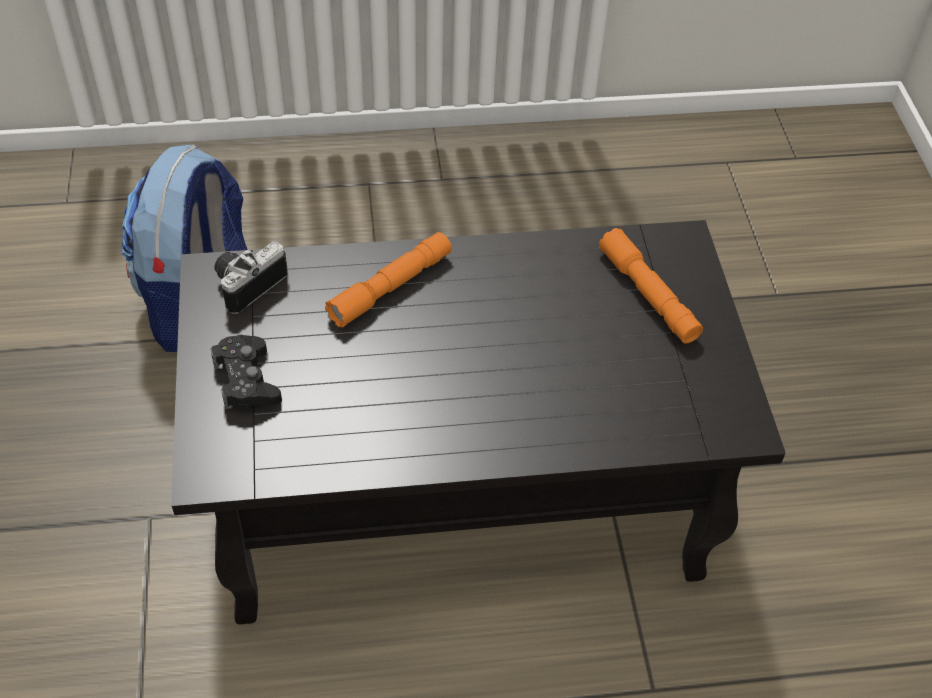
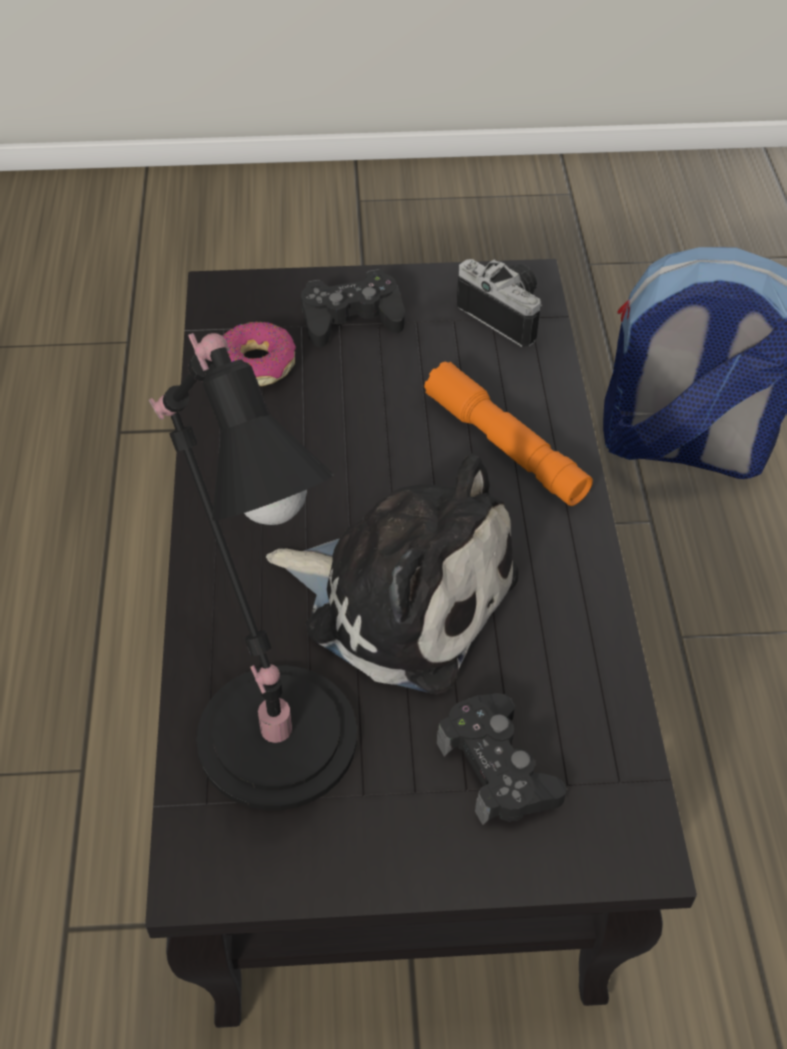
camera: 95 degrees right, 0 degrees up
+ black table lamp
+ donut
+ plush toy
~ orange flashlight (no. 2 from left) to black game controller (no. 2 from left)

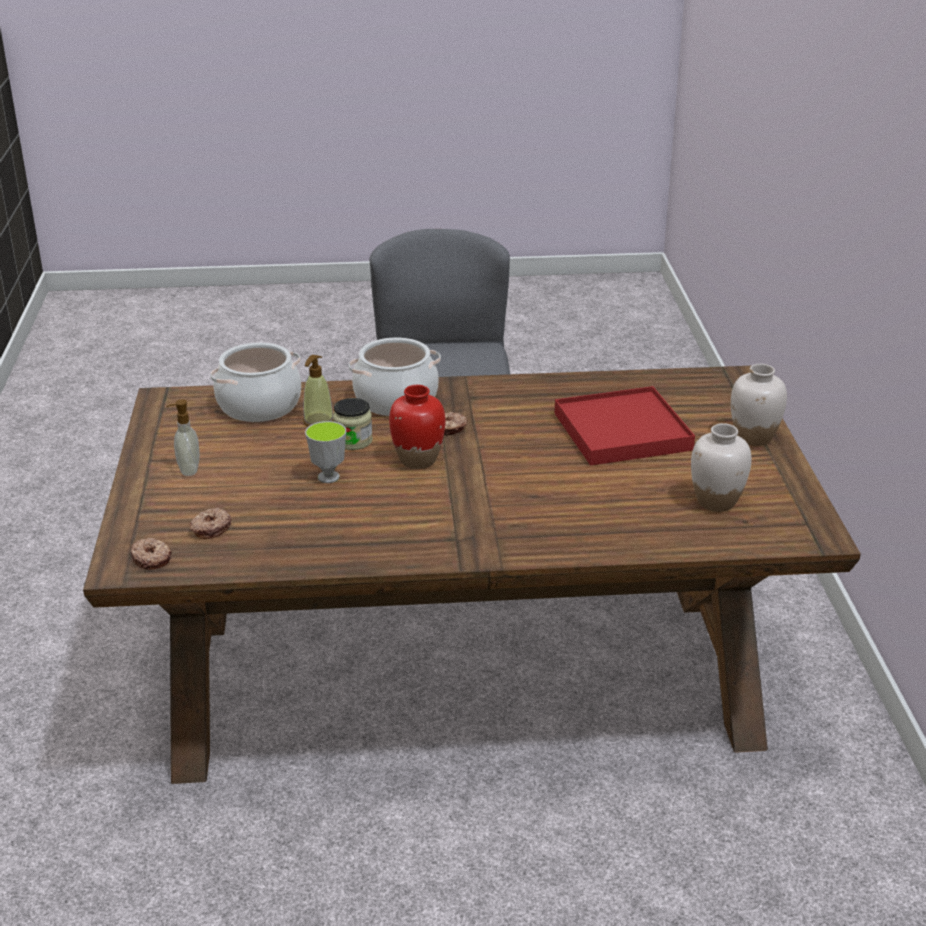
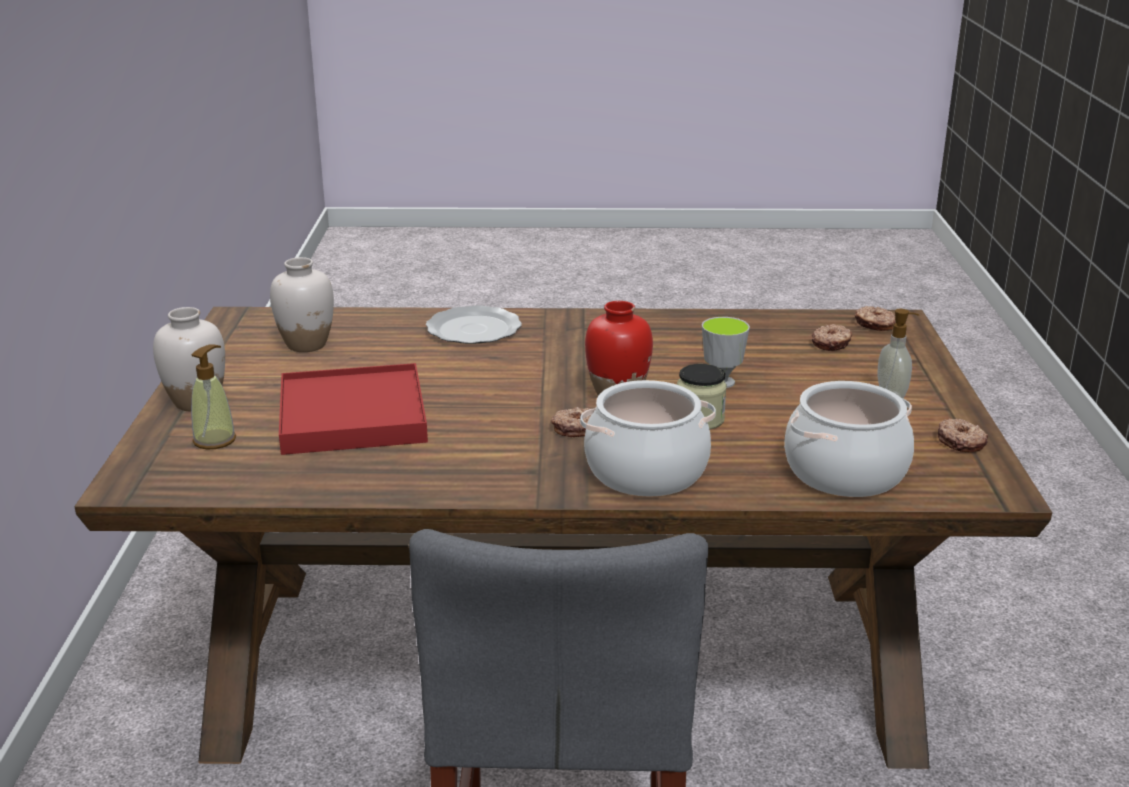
camera: 175 degrees left, 5 degrees down
~ soap dispenser (no. 2 from left in the first image) to soap dispenser (no. 1 from left)
+ plate
+ donut (no. 4 from left)

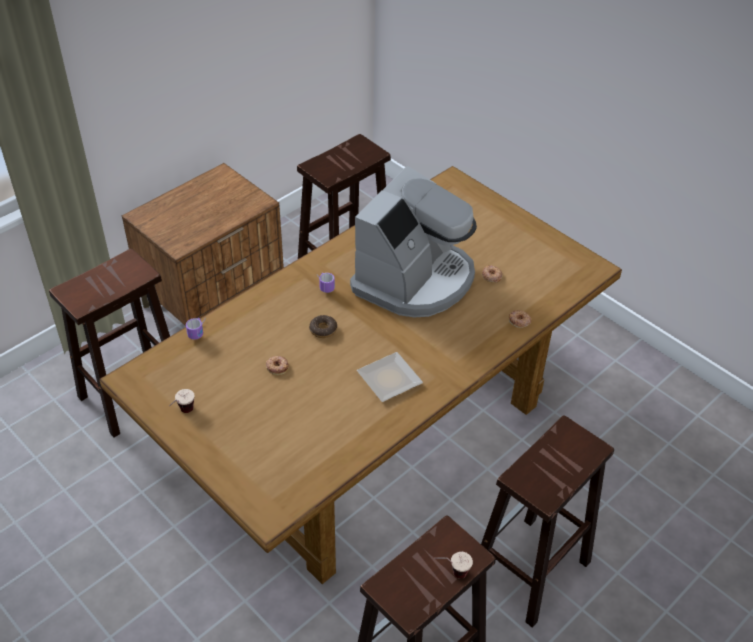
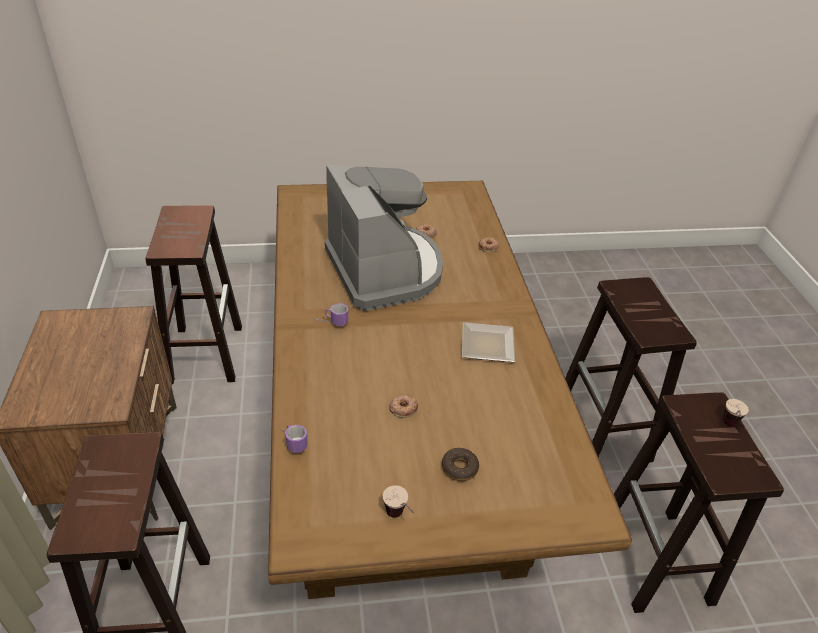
camera: 55 degrees left, 5 degrees down
~ donut (no. 2 from left in the first image) to donut (no. 3 from left)

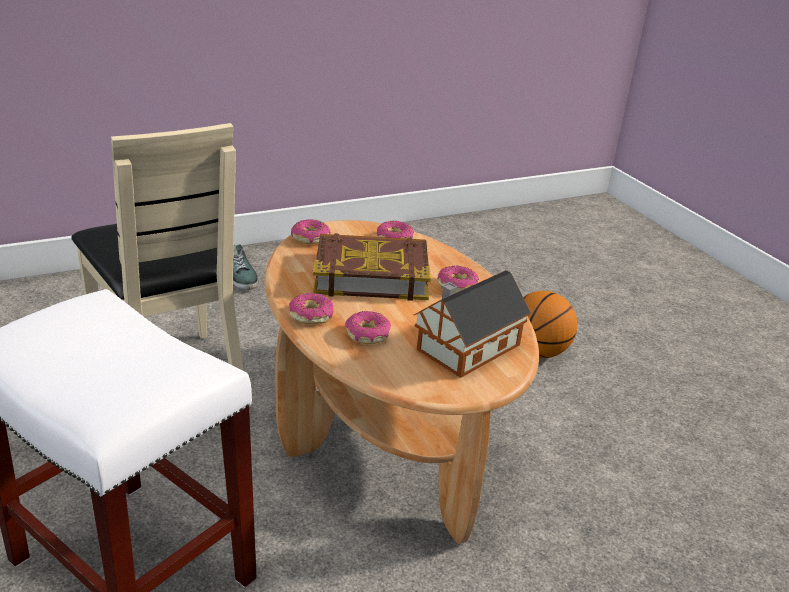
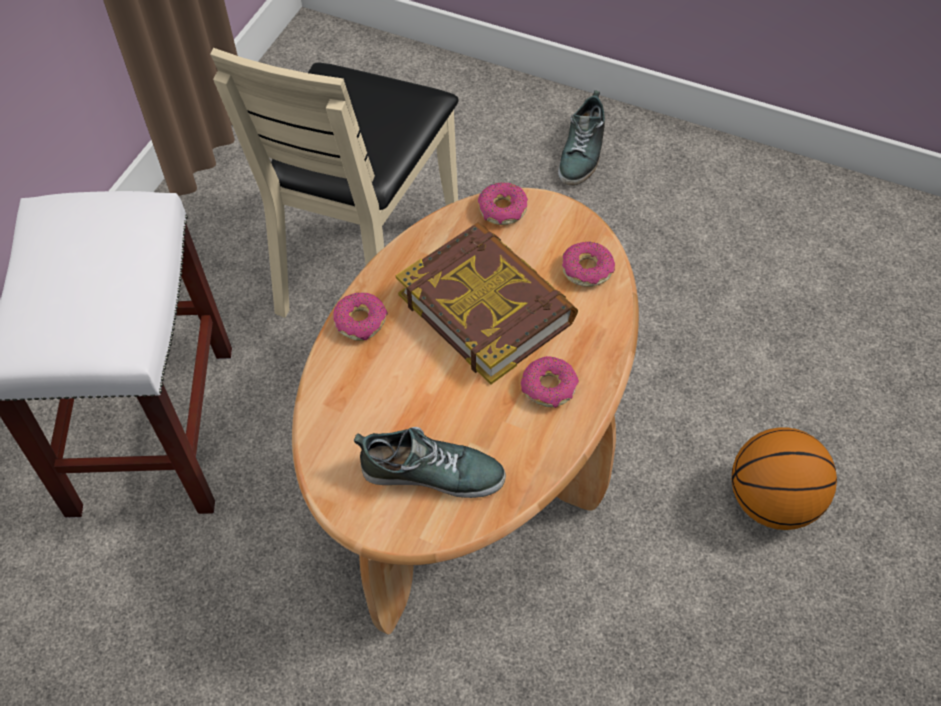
camera: 55 degrees right, 25 degrees up
~ toy house to shoe (no. 1 from left)
- donut (no. 3 from left)

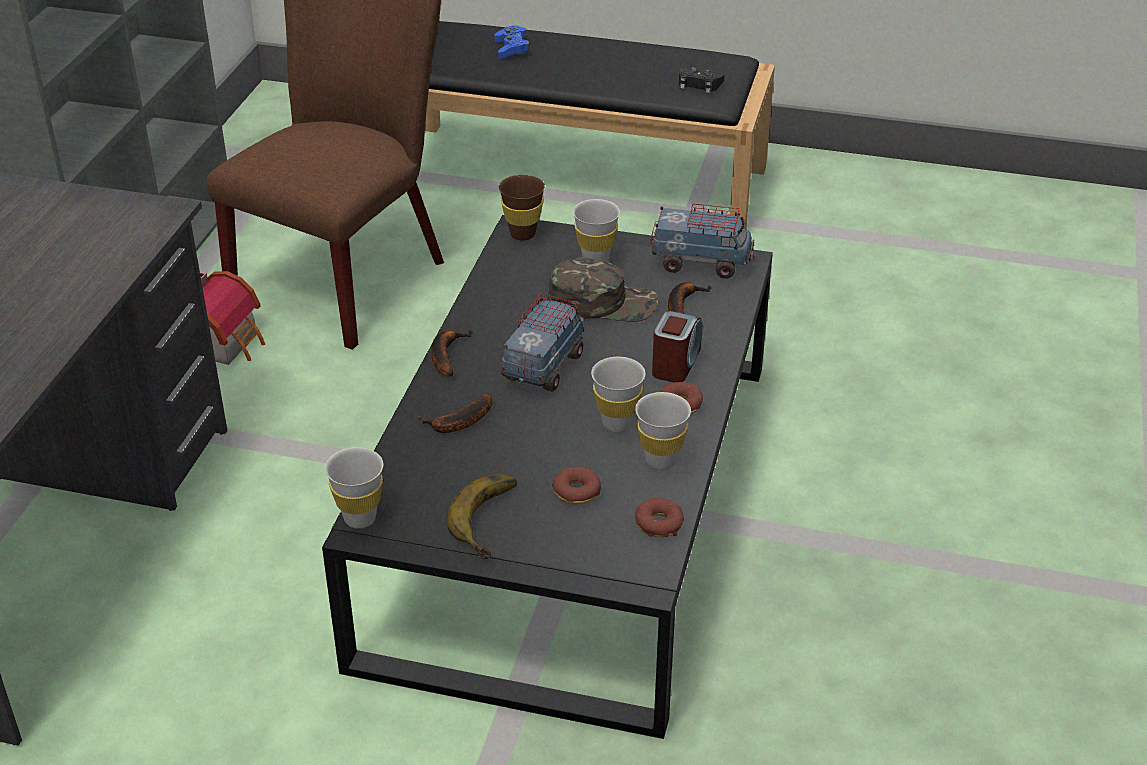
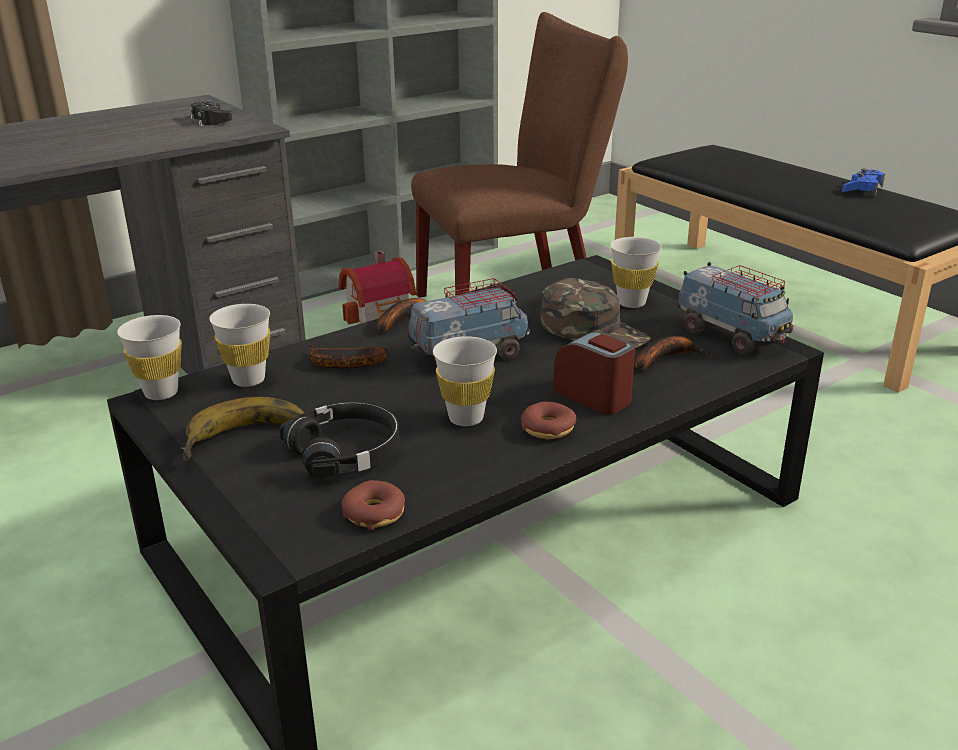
camera: 40 degrees right, 10 degrees down
~ black game controller
~ white cup (no. 4 from left in the first image) to white cup (no. 2 from left)
~ donut (no. 1 from left) to black headphones
~ alarm clock 105 degrees counterclockwise
~ blue game controller
- brown cup

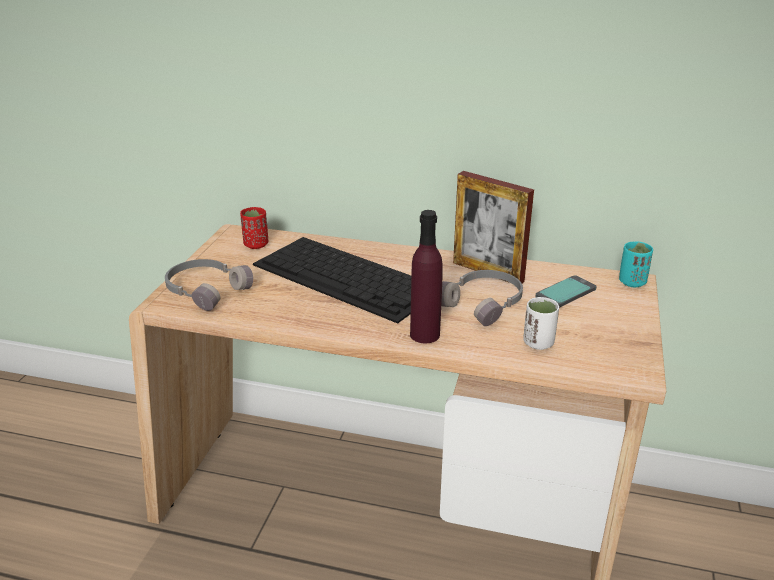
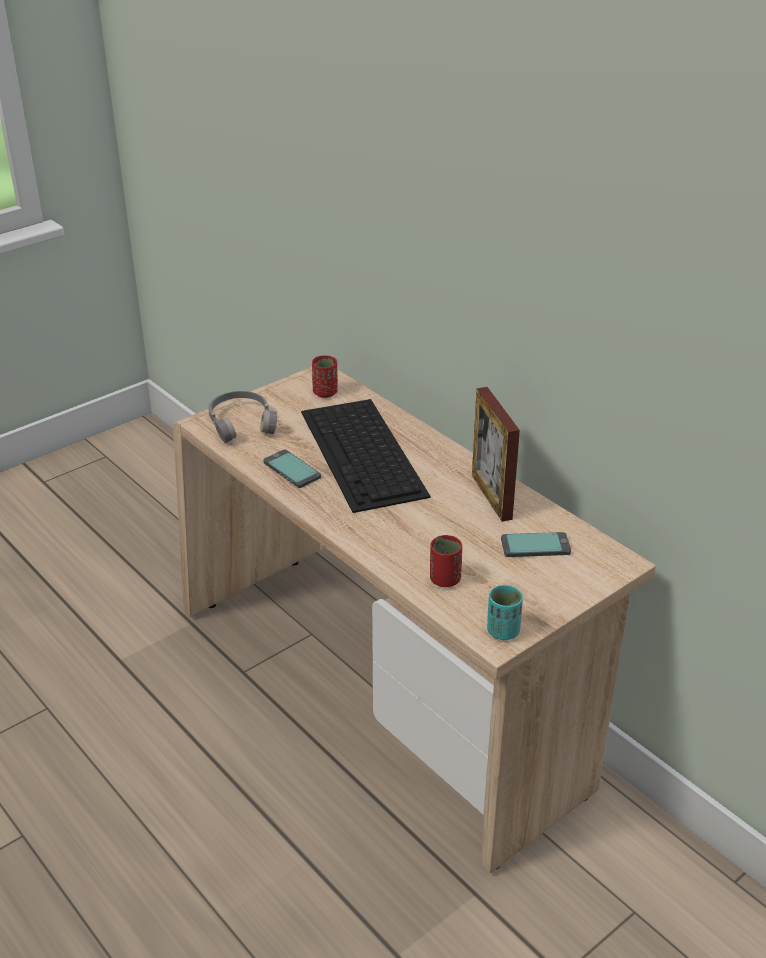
camera: 35 degrees right, 5 degrees up
+ phone (no. 1 from left)
~ white cup to red cup (no. 2 from left)
~ turquoise cup
- purple bottle
- grey headphones (no. 2 from left)

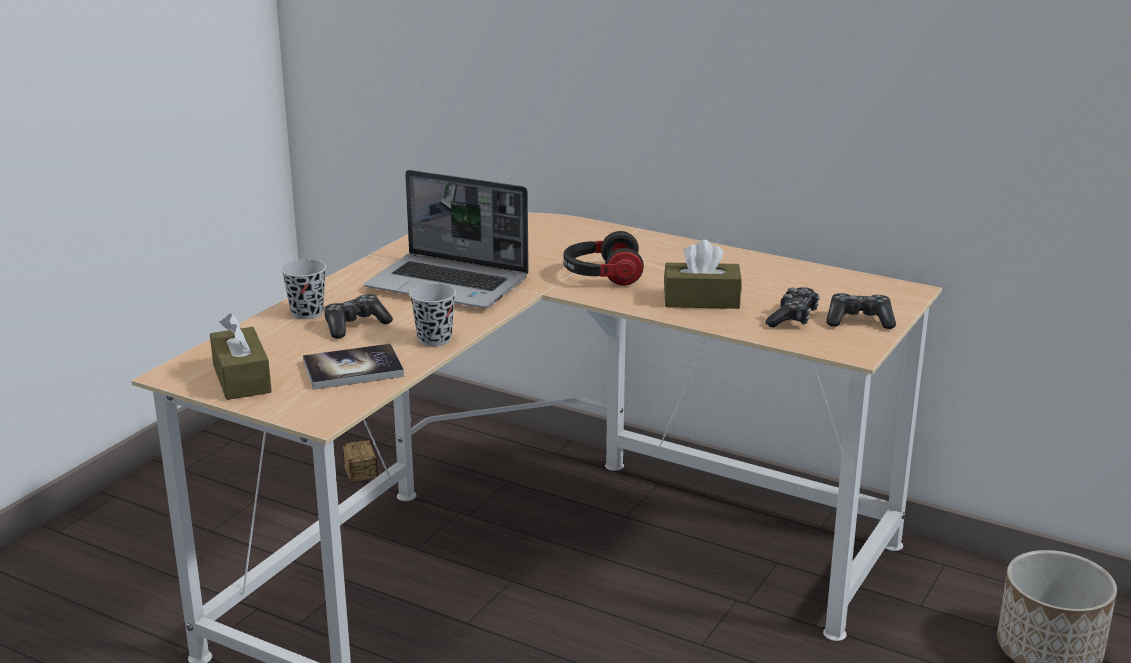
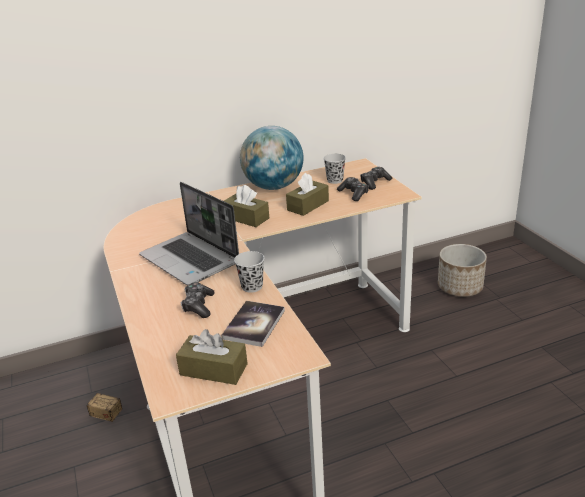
camera: 50 degrees left, 5 degrees up
~ laptop 75 degrees clockwise
~ headphones to brown tissue box (no. 2 from left)
+ globe
~ black cup (no. 1 from left in the first image) to black cup (no. 2 from left)

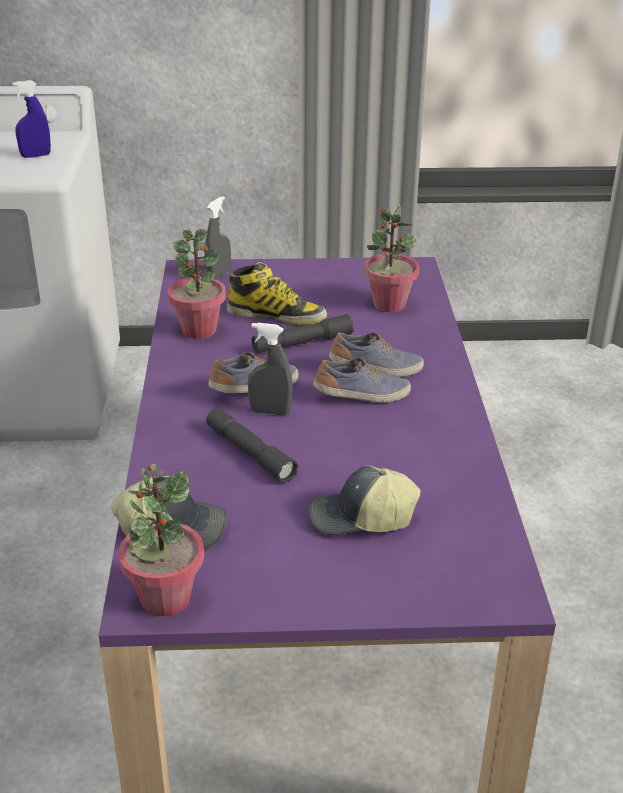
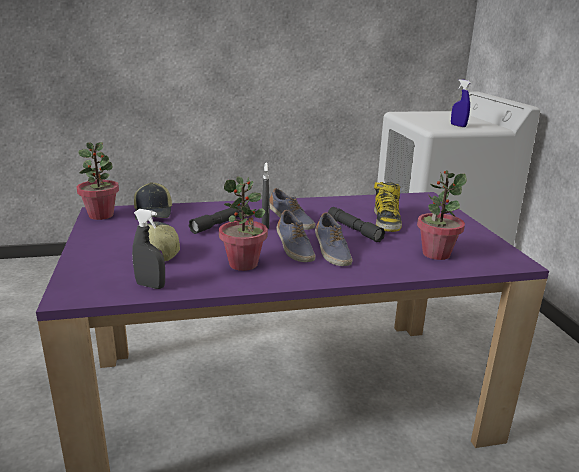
camera: 80 degrees right, 10 degrees down
~ grey spray bottle (no. 1 from left)
~ potted plant (no. 2 from left)

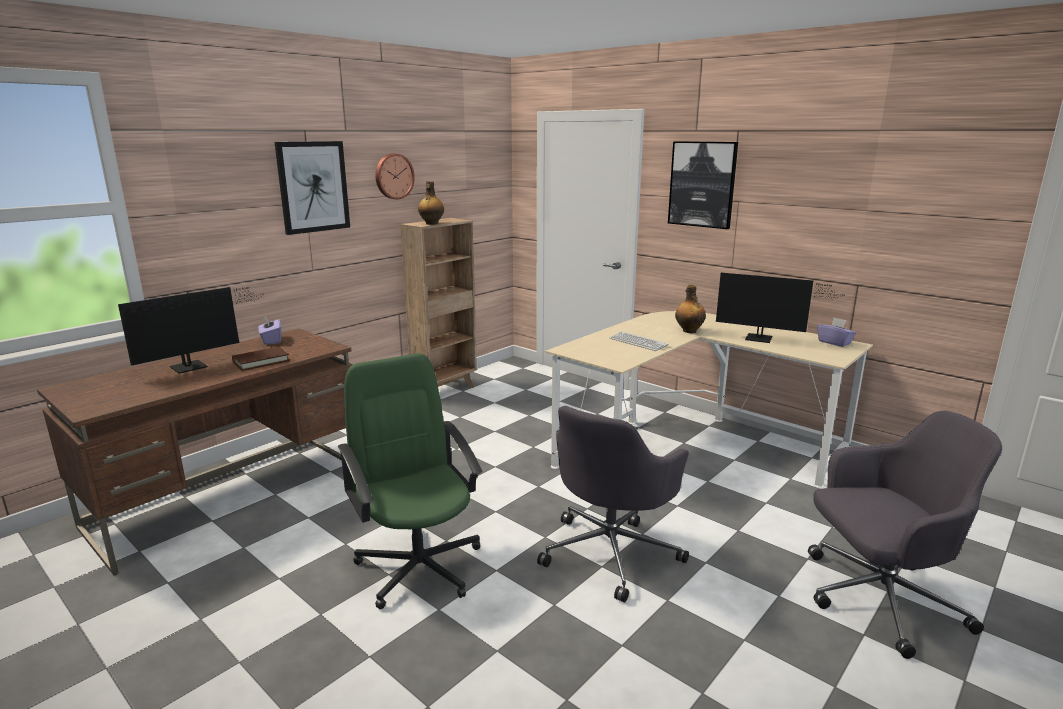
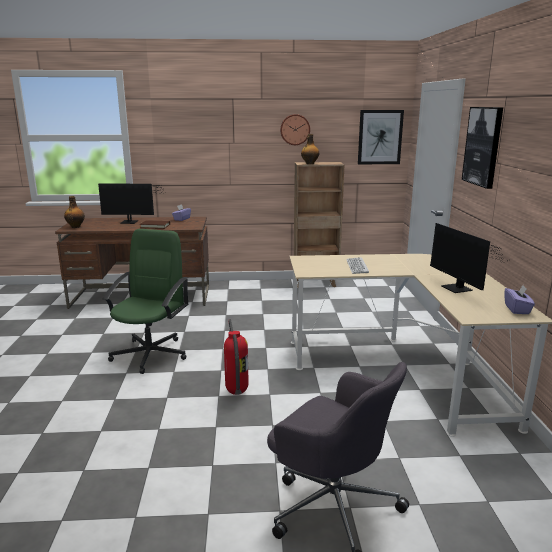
camera: 45 degrees right, 0 degrees up
~ bottle (no. 2 from left in the first image) to bottle (no. 1 from left)
~ grey office chair (no. 1 from left) to fire extinguisher
~ picture (no. 1 from left)

